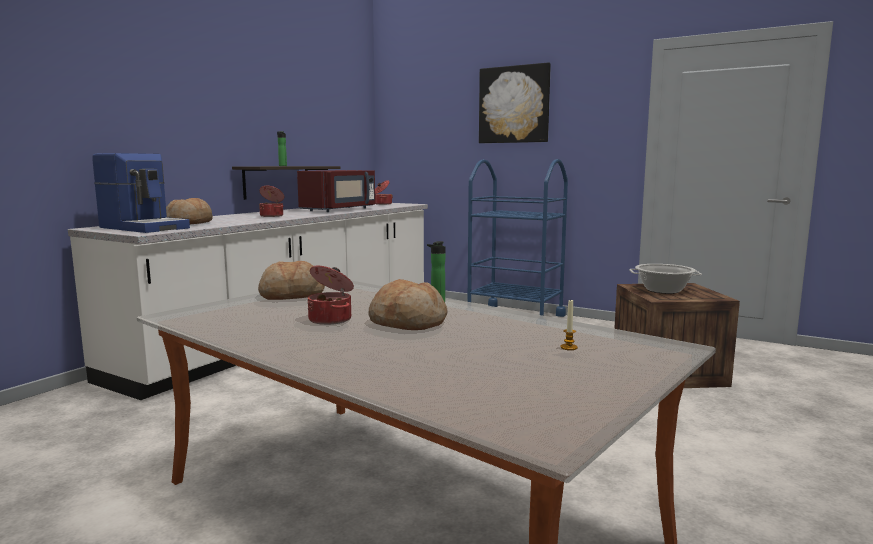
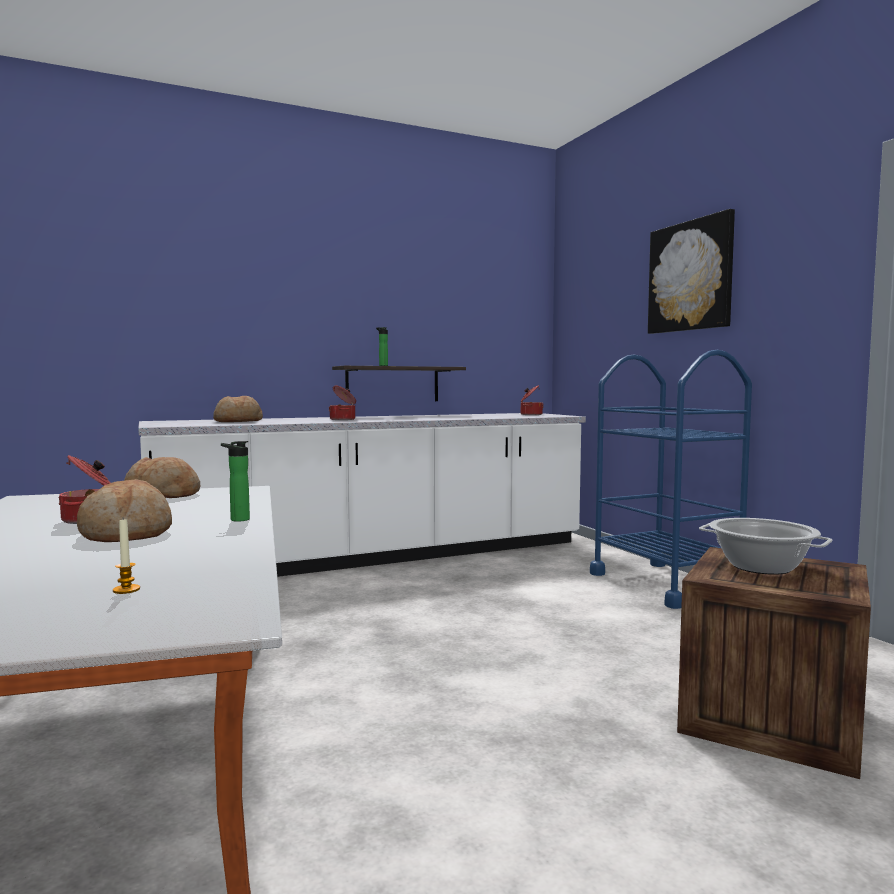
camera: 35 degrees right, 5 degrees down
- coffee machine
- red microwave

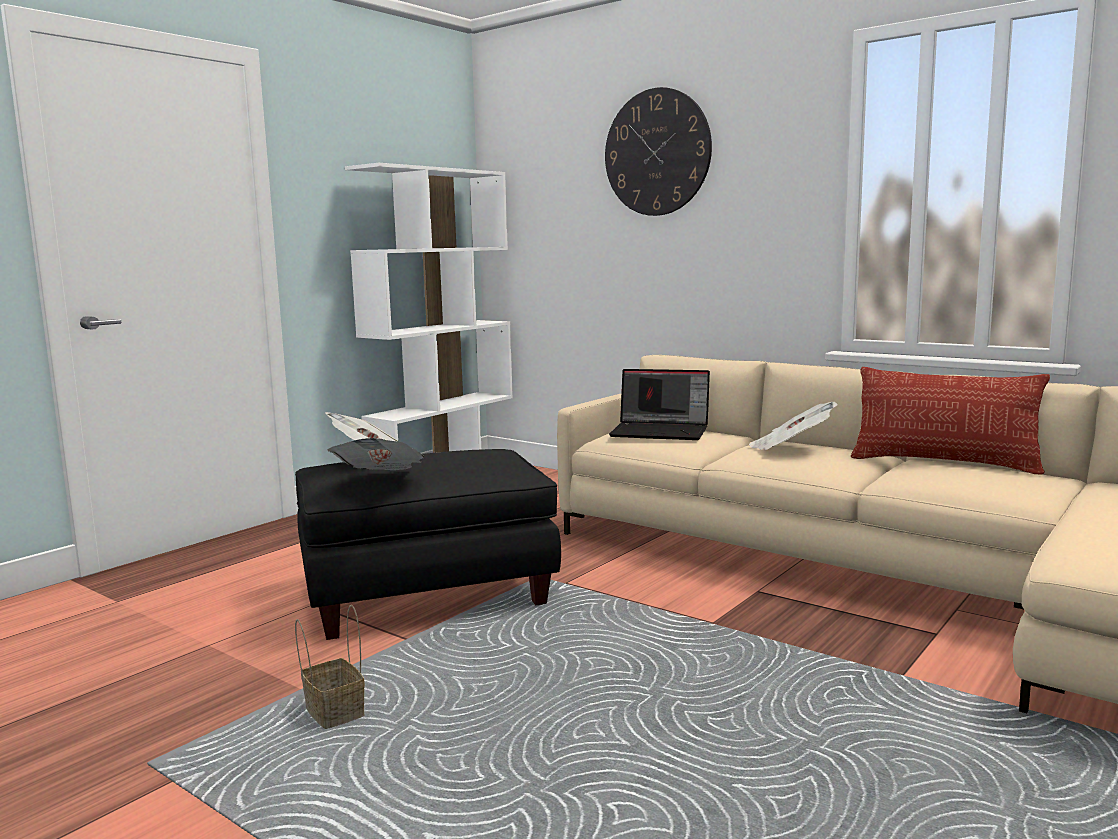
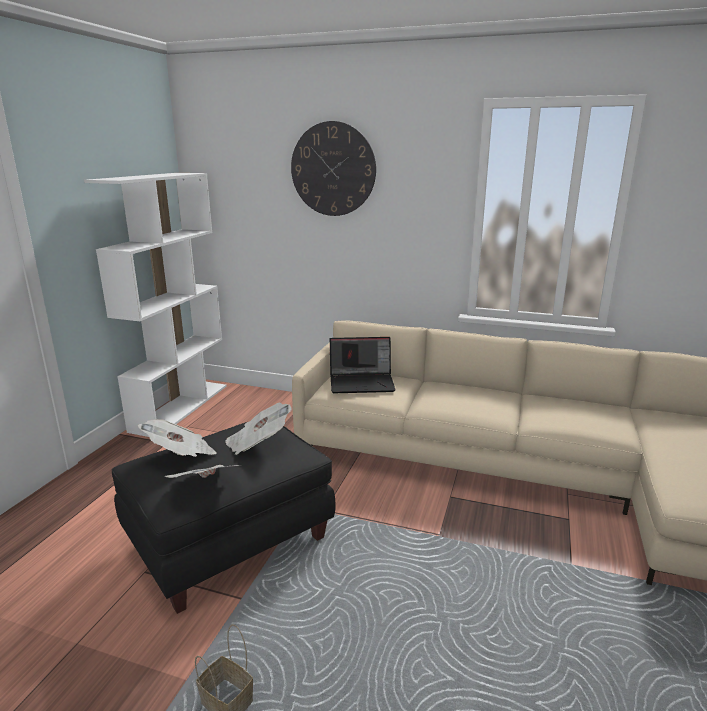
camera: 20 degrees left, 10 degrees up
~ newspaper (no. 3 from left)
- pillow

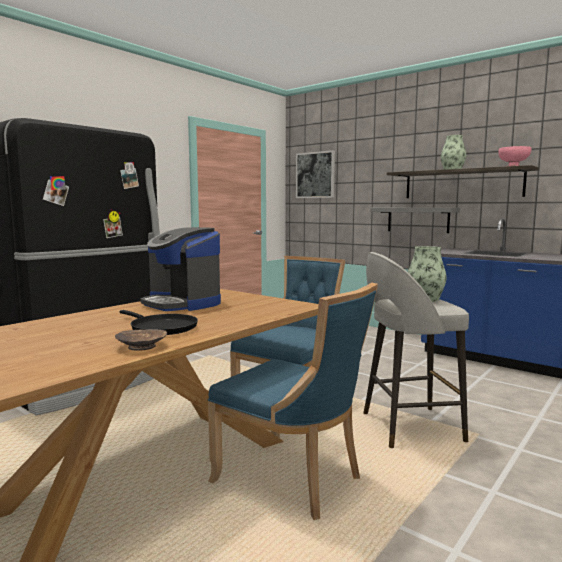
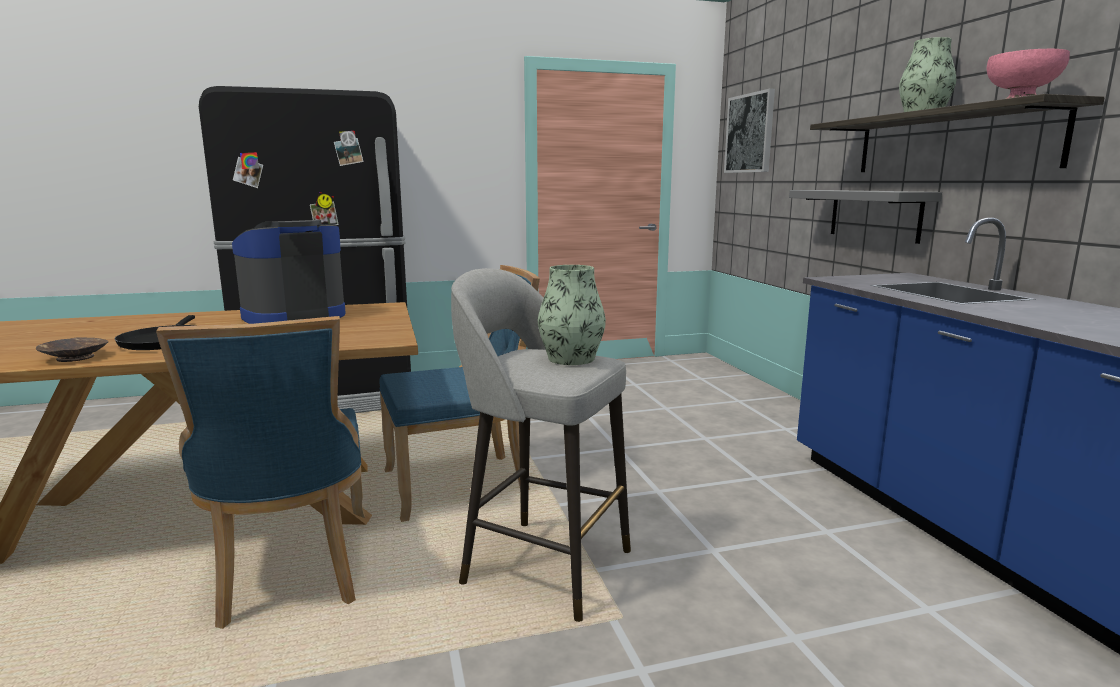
camera: 35 degrees right, 5 degrees up
~ coffee machine 60 degrees clockwise

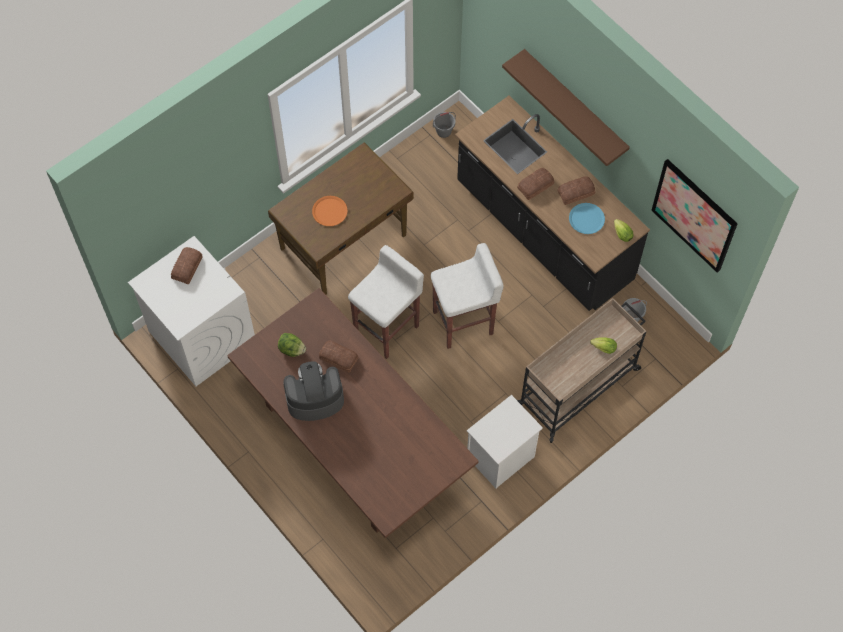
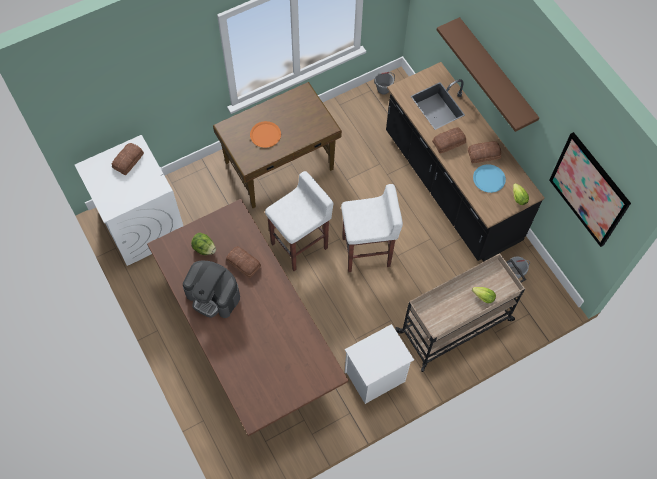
camera: 10 degrees right, 0 degrees up
~ coffee machine 150 degrees counterclockwise

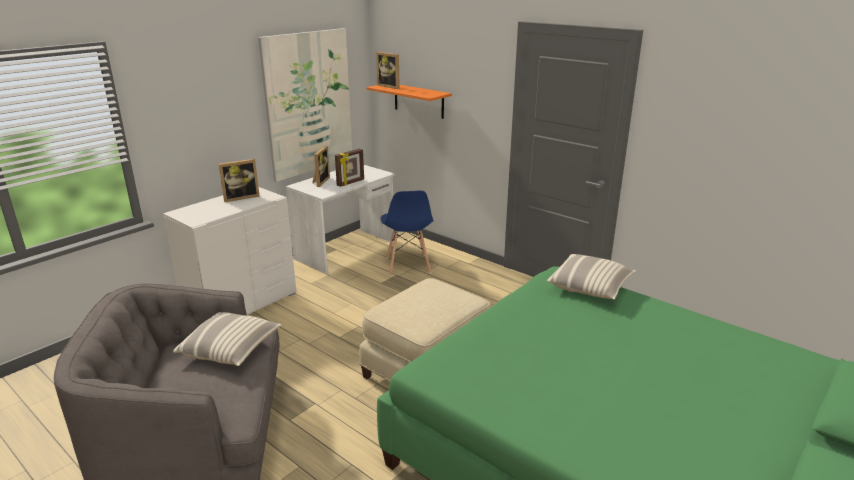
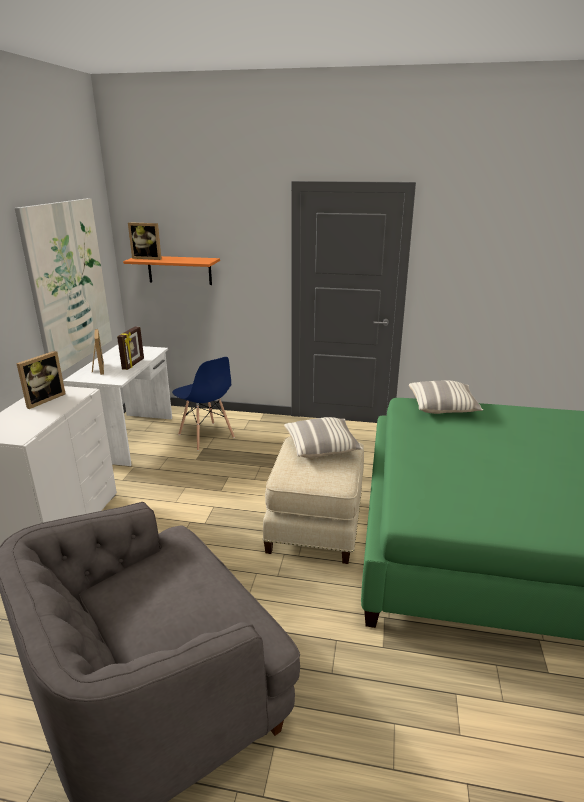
camera: 30 degrees left, 0 degrees up
~ pillow (no. 1 from left)

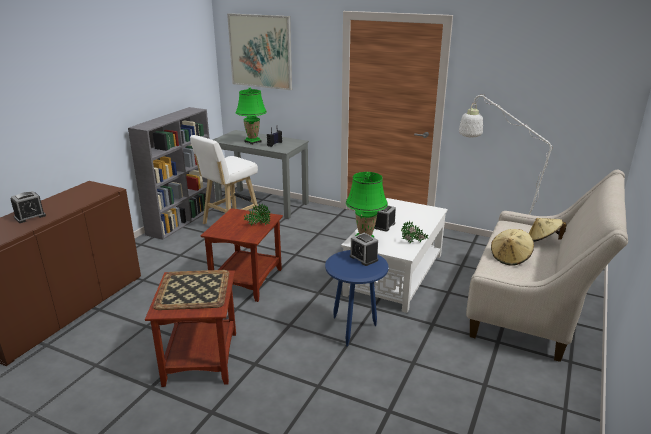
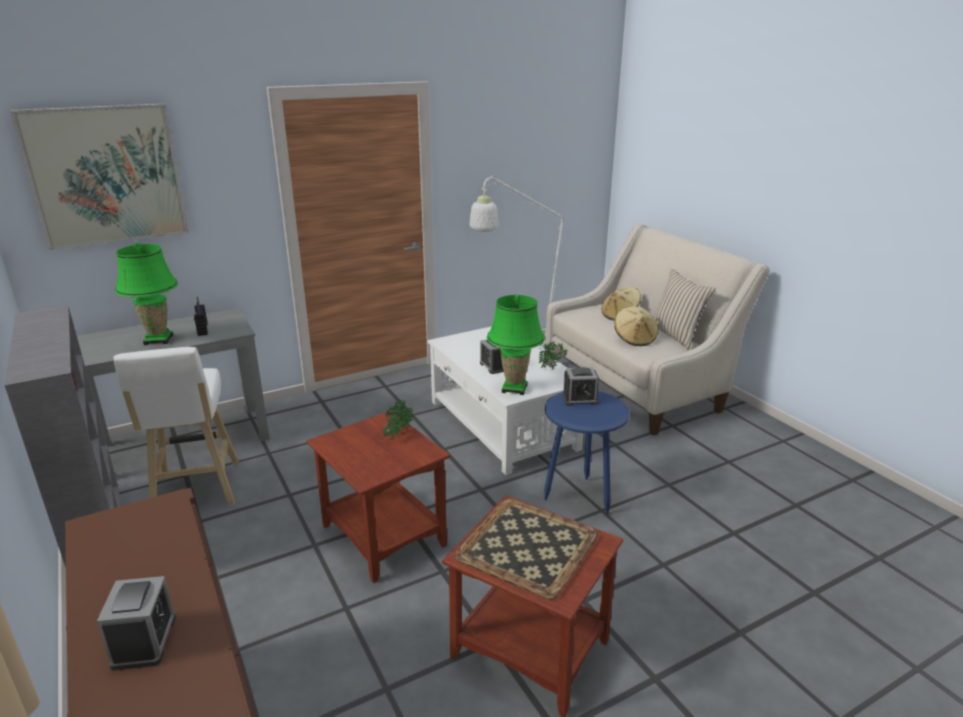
camera: 55 degrees left, 0 degrees up
+ beige pillow

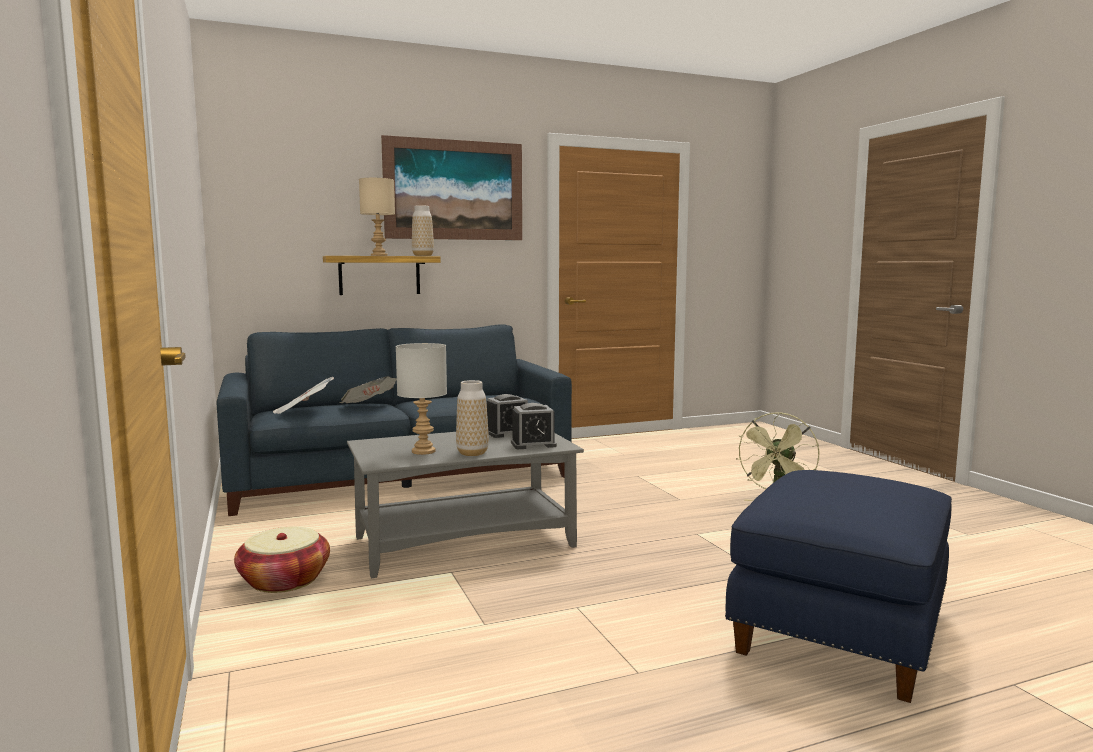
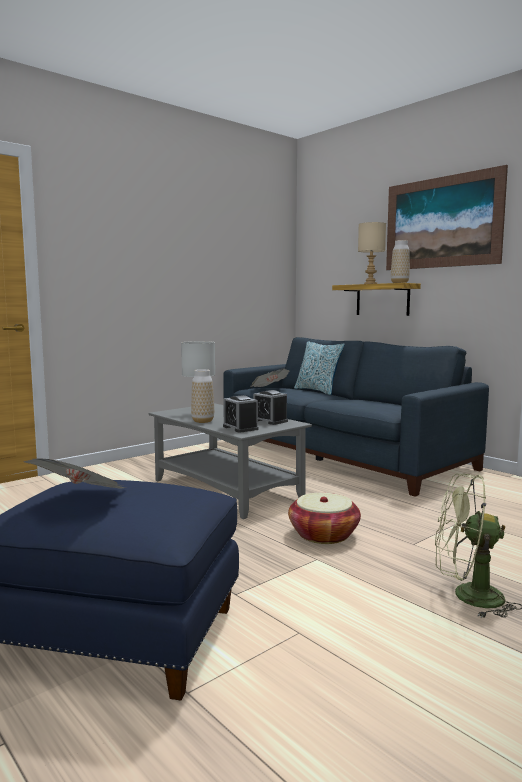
camera: 70 degrees right, 0 degrees up
~ newspaper (no. 2 from left in the first image) to newspaper (no. 1 from left)
~ basket
+ pillow

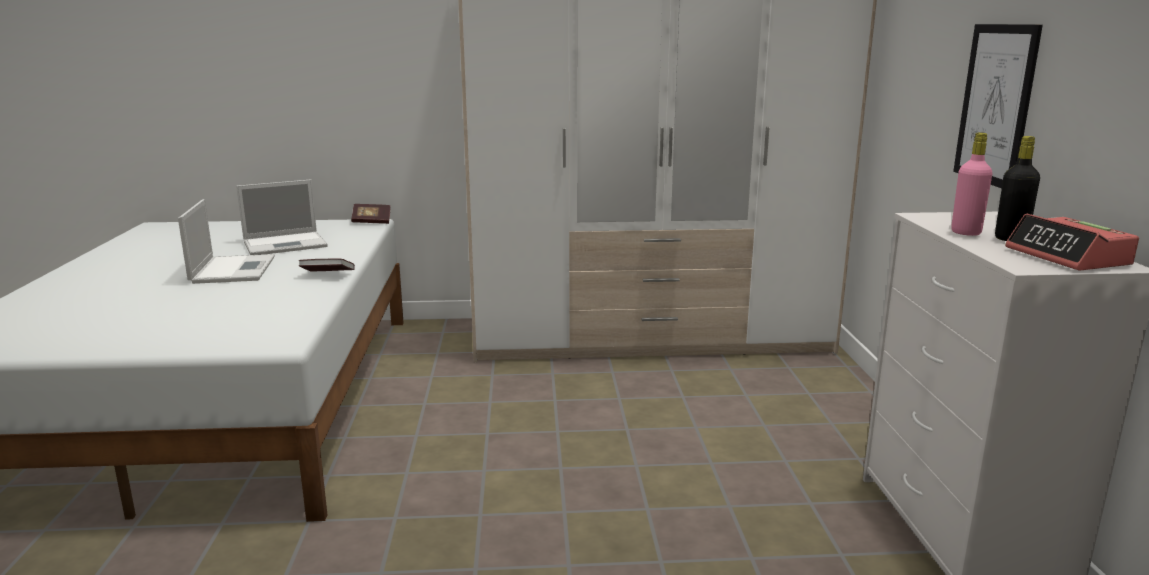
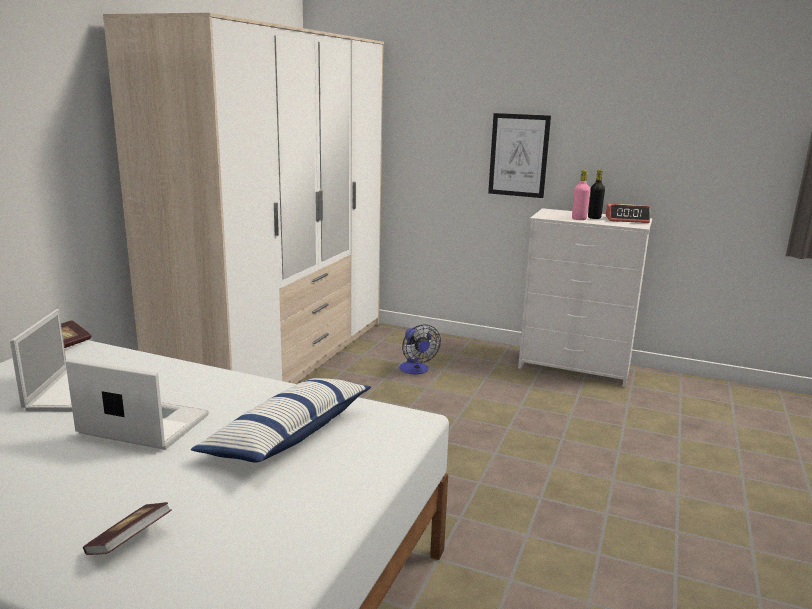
camera: 65 degrees left, 0 degrees up
~ book (no. 1 from left in the first image) to book (no. 2 from left)
+ pillow
+ fan

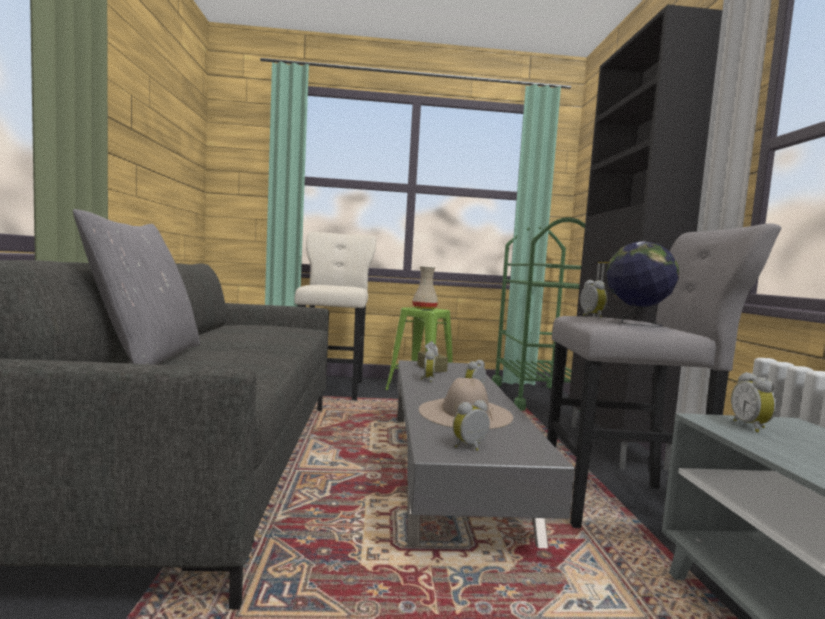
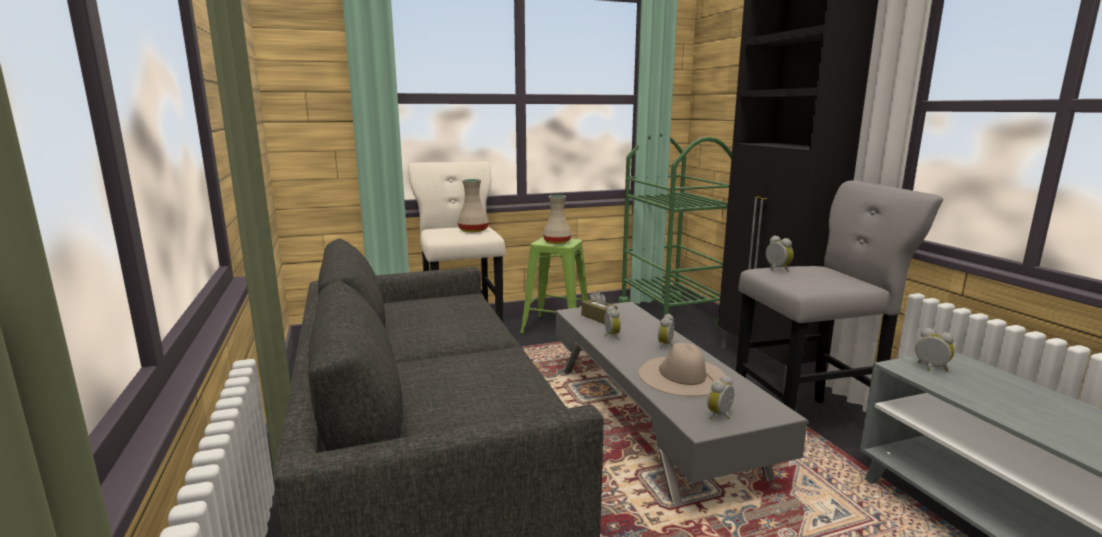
camera: 15 degrees left, 10 degrees up
+ beige vase (no. 1 from left)
~ alarm clock (no. 5 from left) 150 degrees clockwise
- grey pillow
- globe

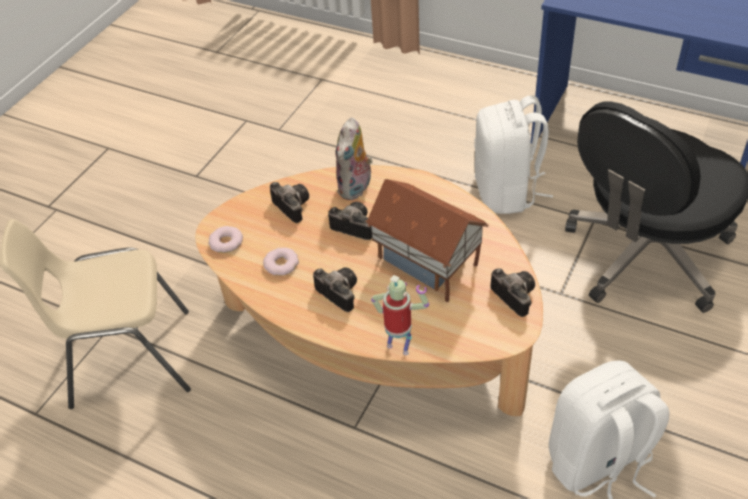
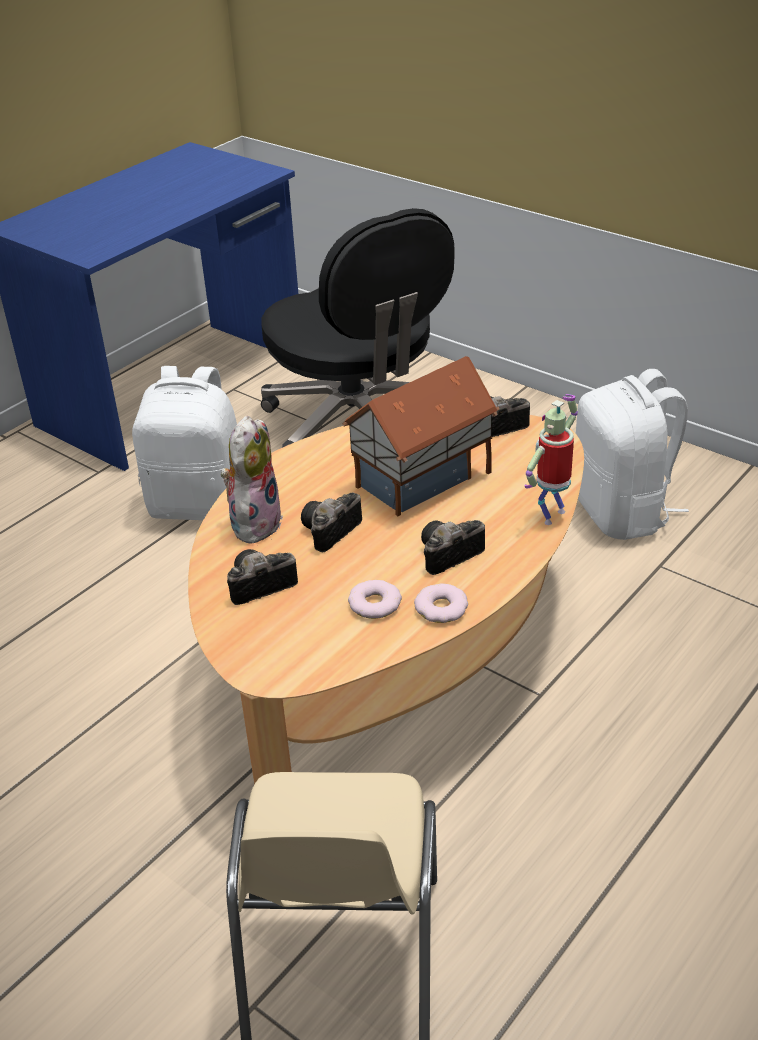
camera: 80 degrees left, 10 degrees down
~ plush toy 105 degrees counterclockwise
~ donut (no. 1 from left in the first image) to donut (no. 2 from left)

